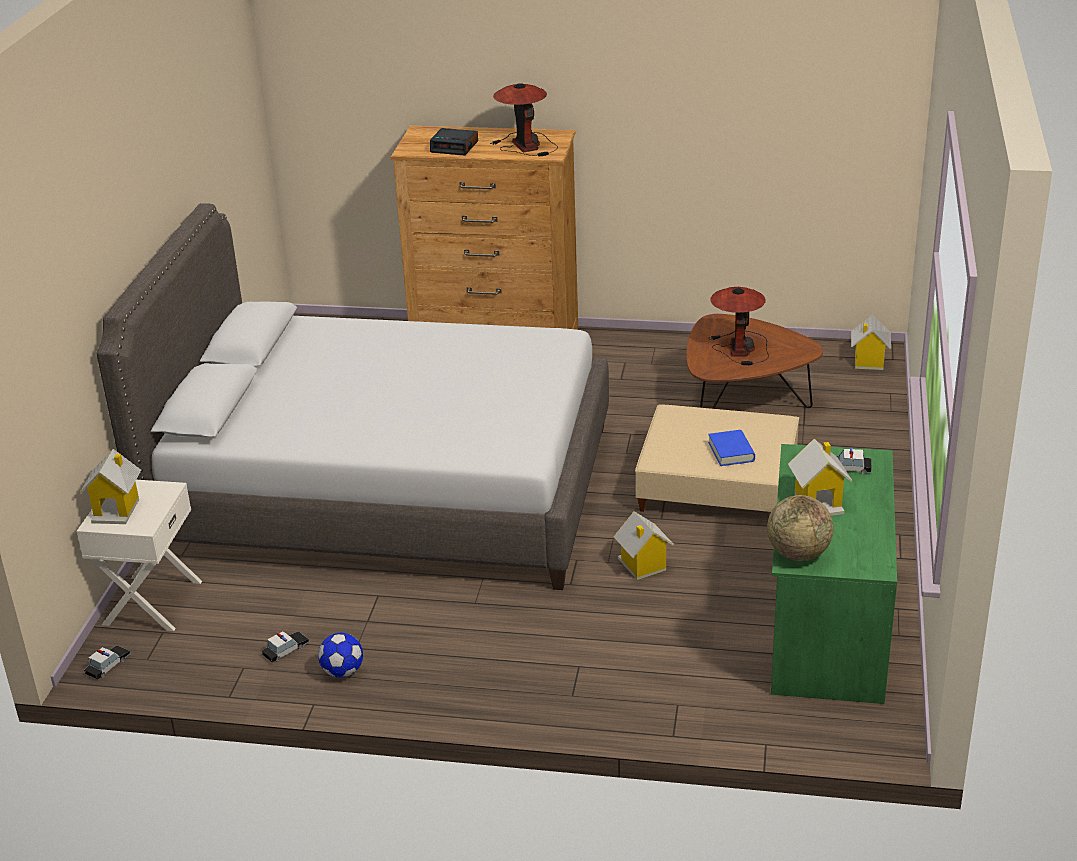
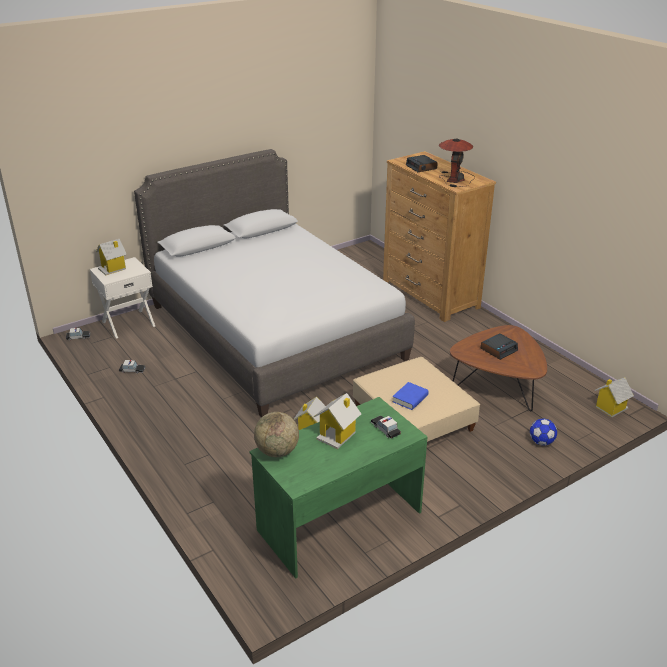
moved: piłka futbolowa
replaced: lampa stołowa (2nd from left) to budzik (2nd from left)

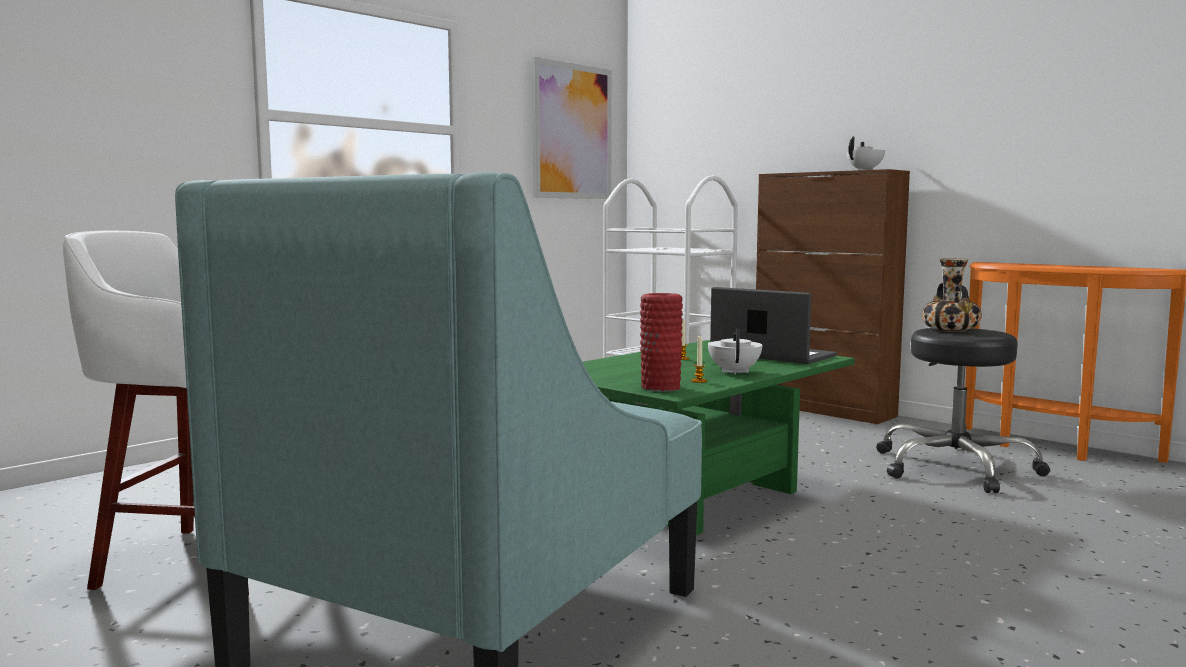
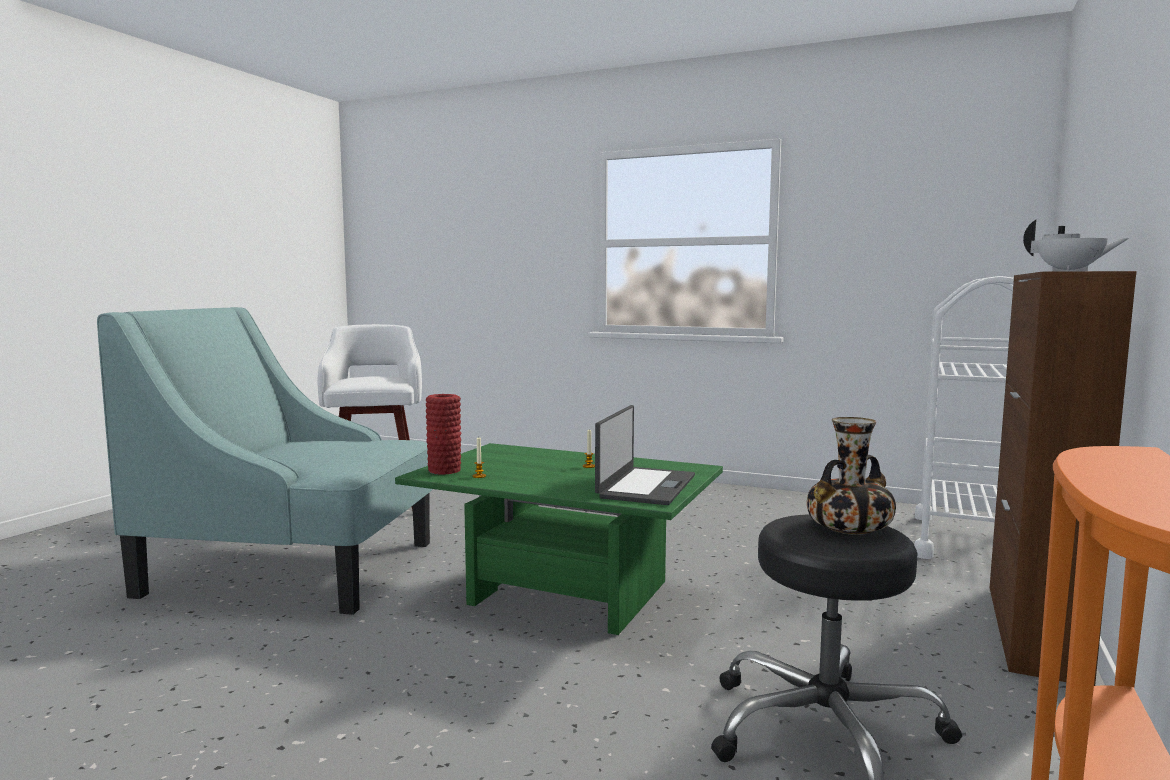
removed: obraz; imbryk [biały] (1st from left)

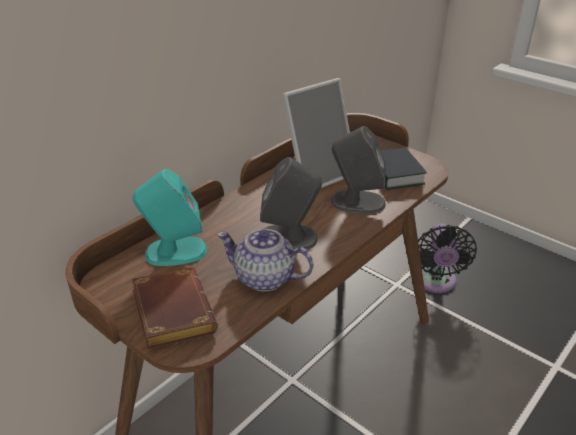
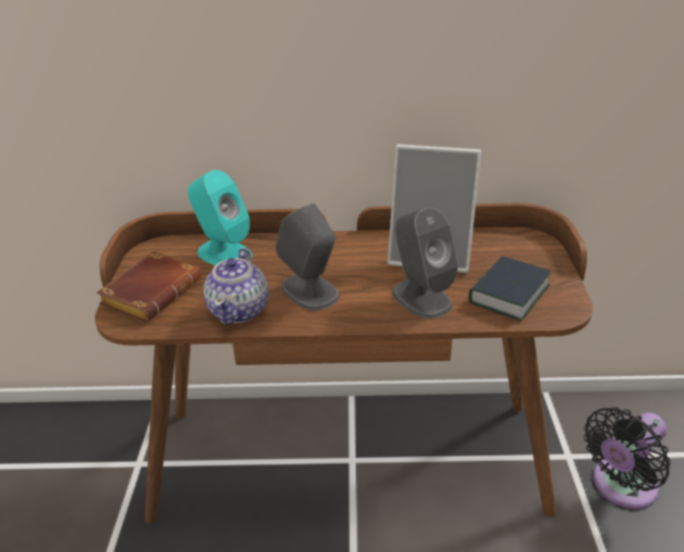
turned: imbryk 150 degrees counterclockwise

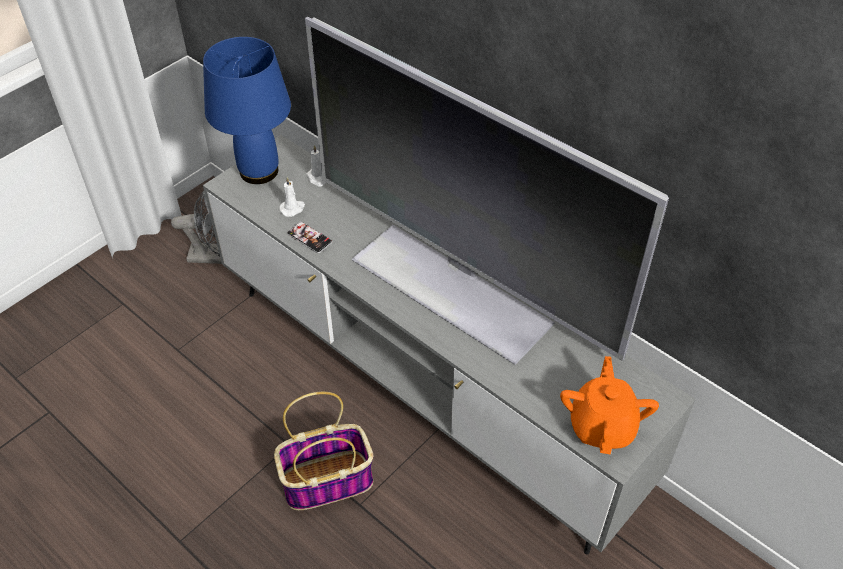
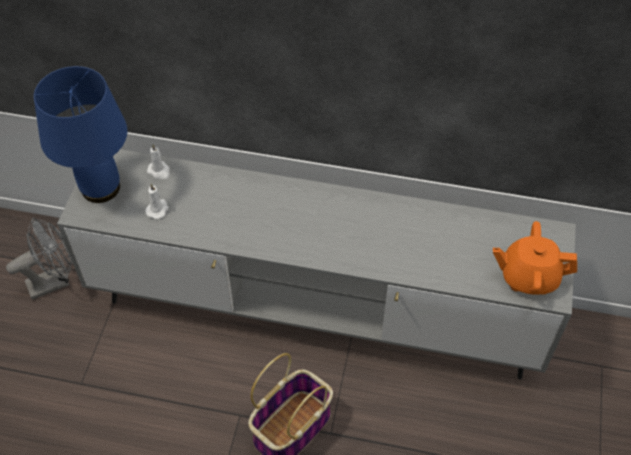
removed: telefon; telewizor
turned: imbryk [pomarańczowy] 60 degrees counterclockwise

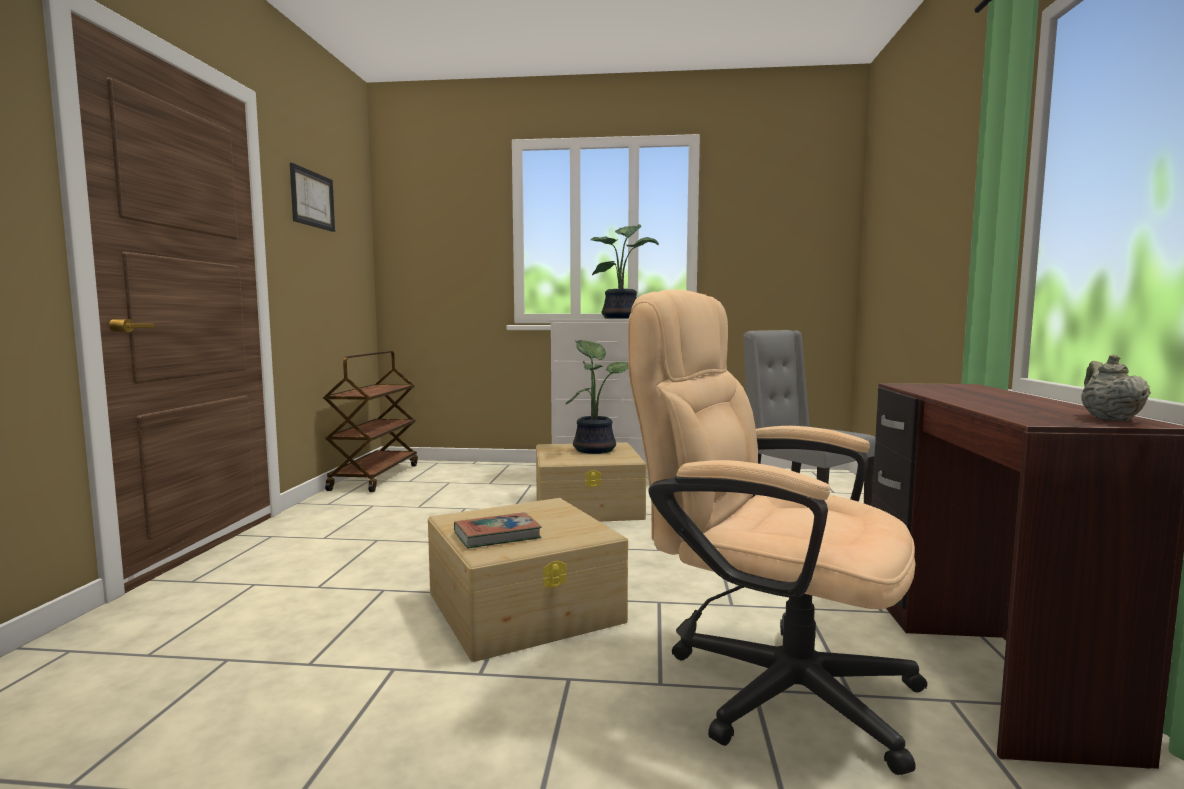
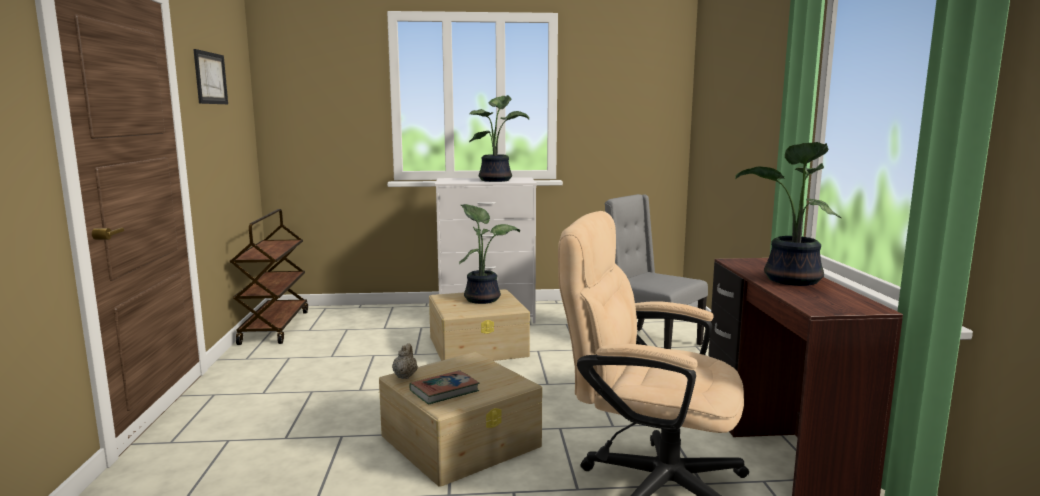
added: roślina doniczkowa (3rd from left)
moved: imbryk [beżowy]

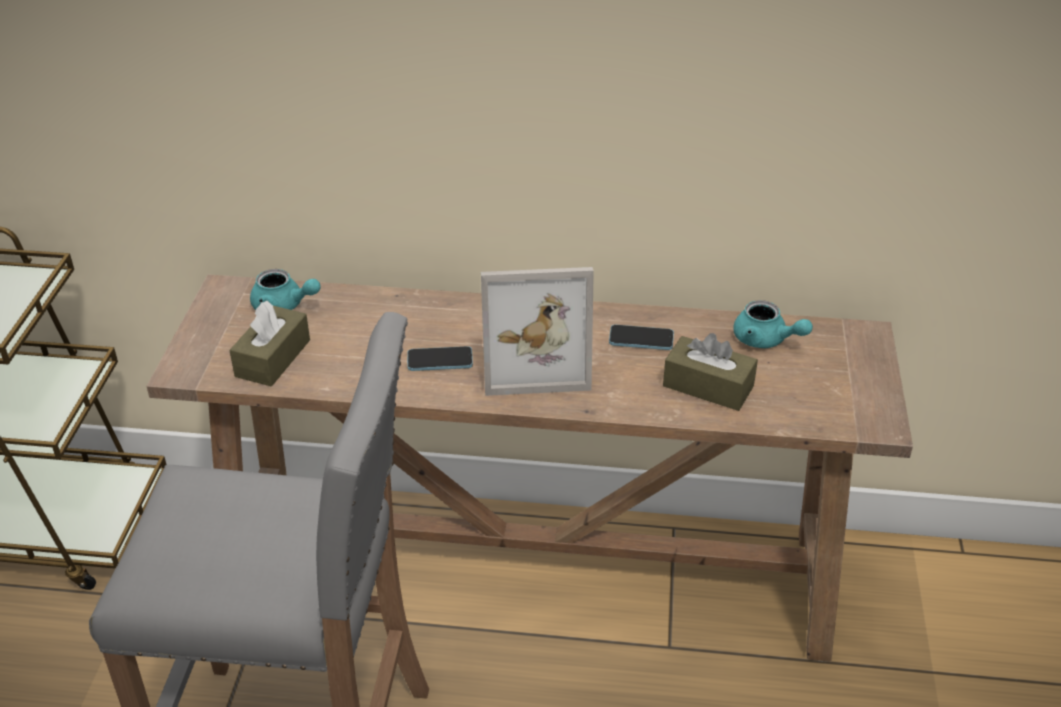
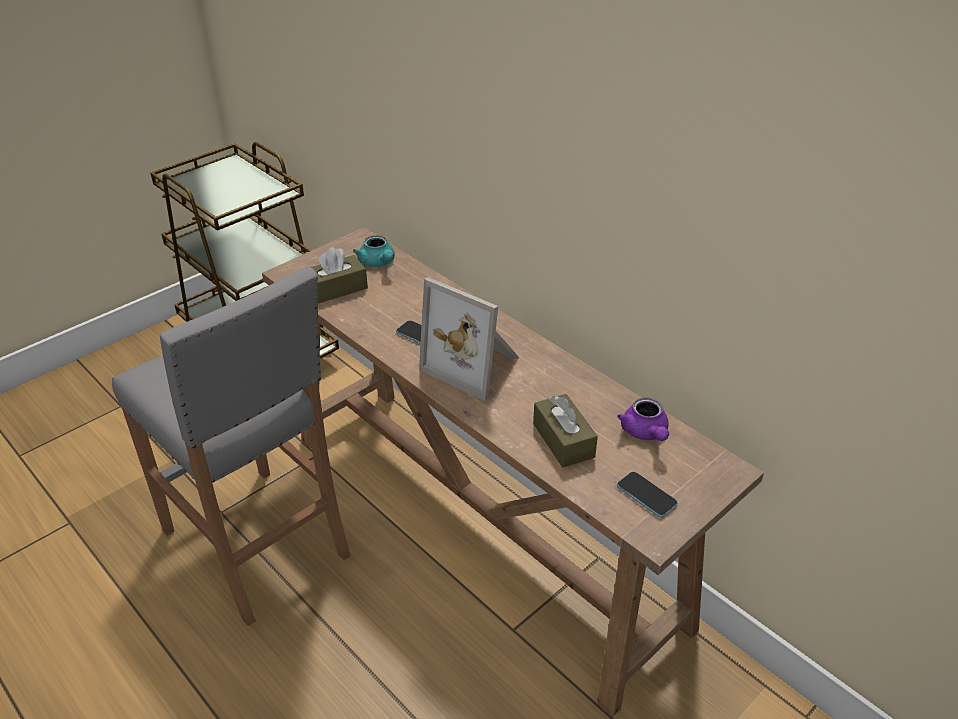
moved: telefon (2nd from left)
recoloured: imbryk [turkusowy] (2nd from left) to imbryk [fioletowy]

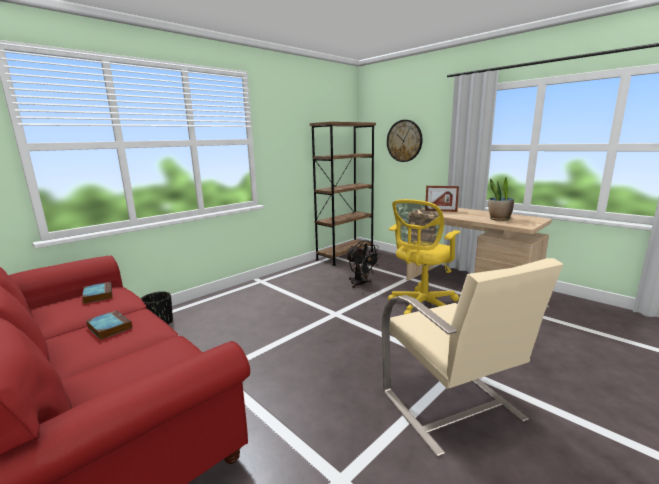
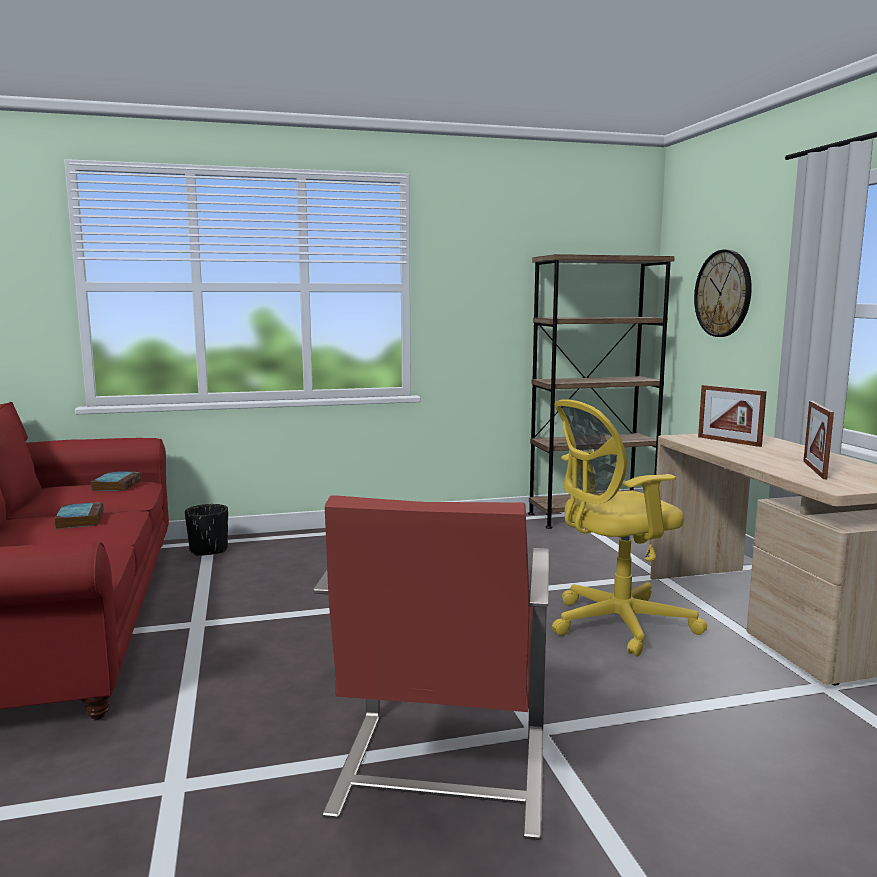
removed: wentylator [czarny]
replaced: roślina doniczkowa to ramka na zdjęcie (2nd from left)
recoloured: fotel [beżowy] to fotel [czerwony]

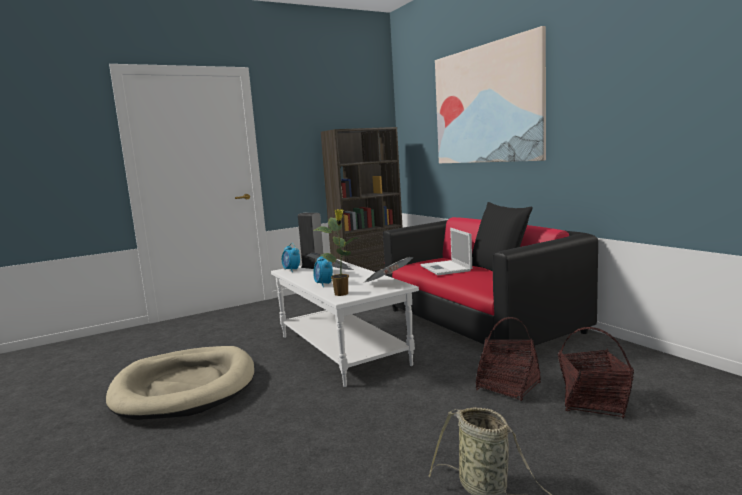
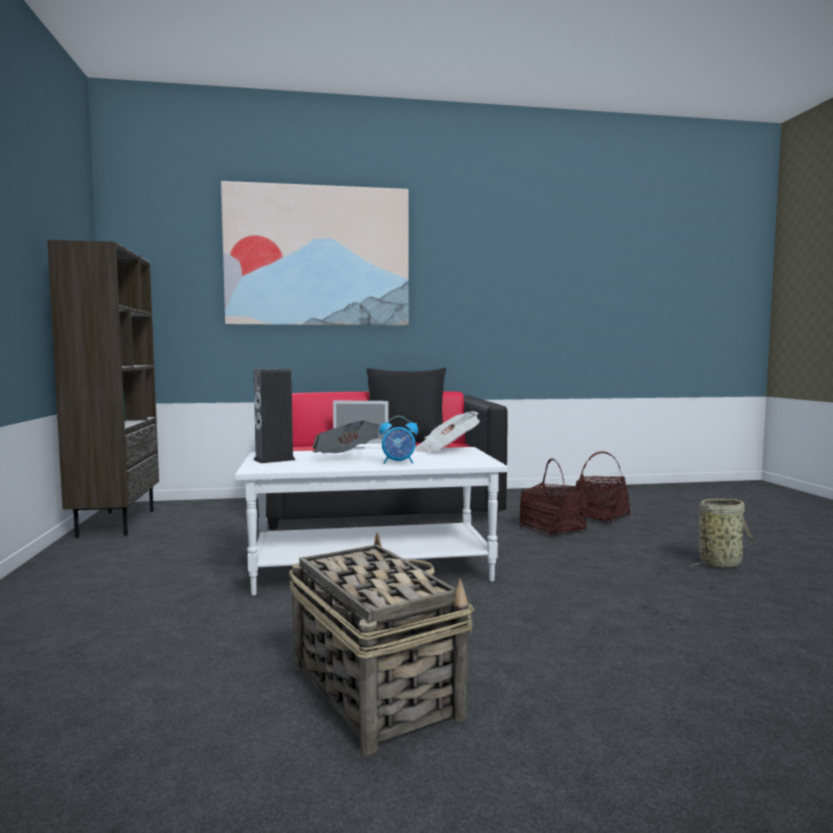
removed: budzik (1st from left); roślina doniczkowa
replaced: legowisko [beżowy] to koszyk (1st from left)

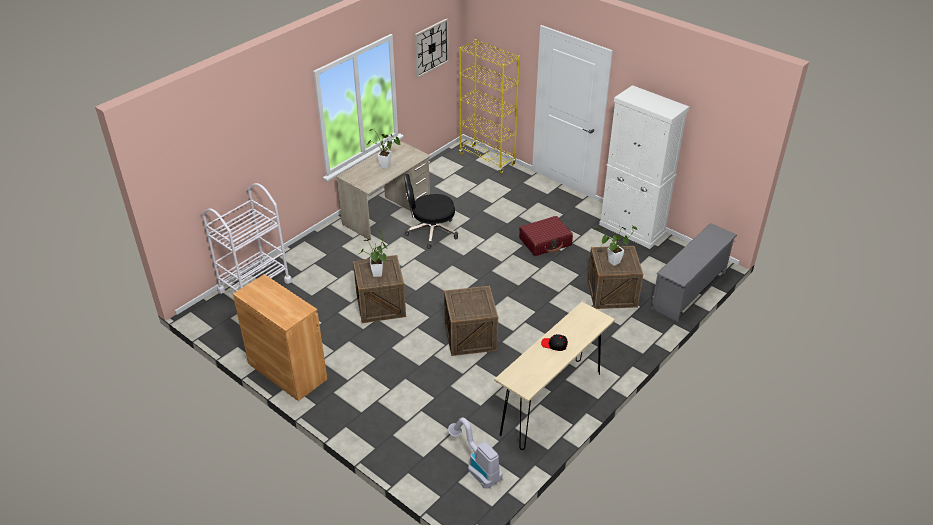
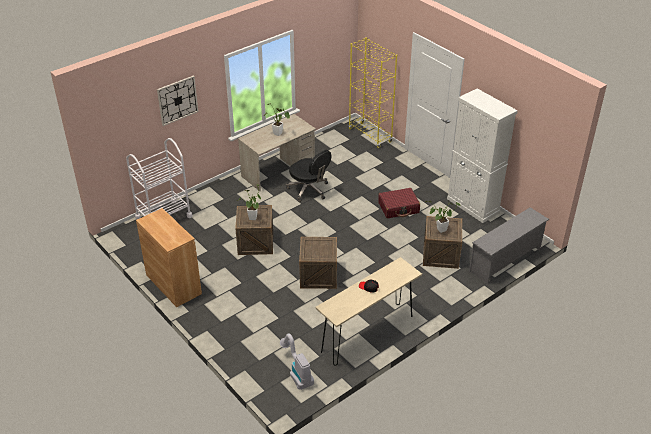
moved: zegar ścienny
turned: krzesło biurowe [czarny] 135 degrees counterclockwise

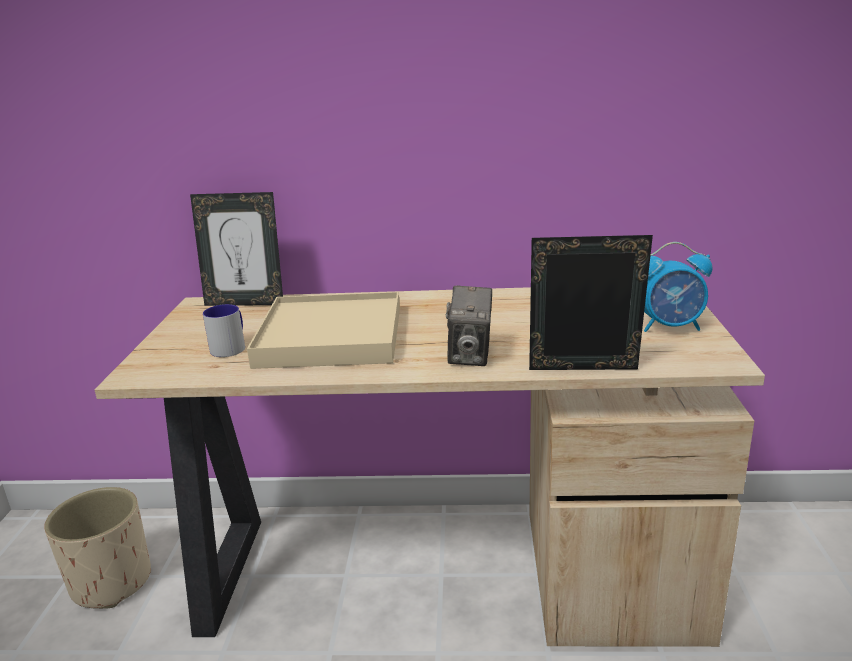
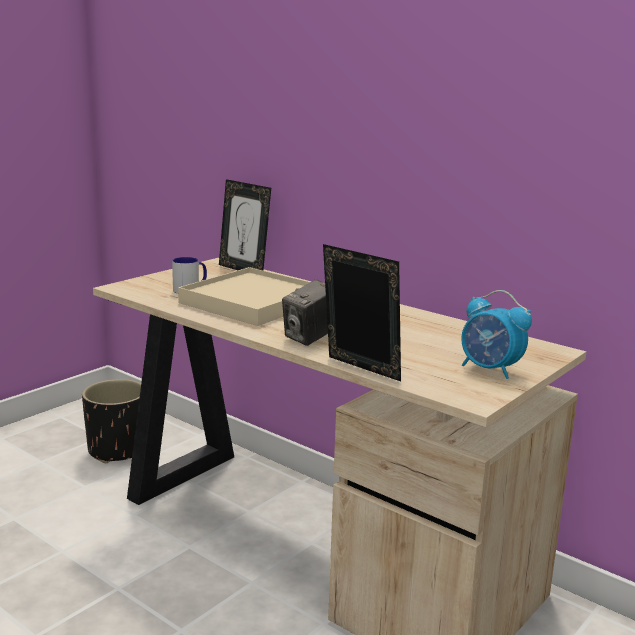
recoloured: donica [beżowy] to donica [czarny]

